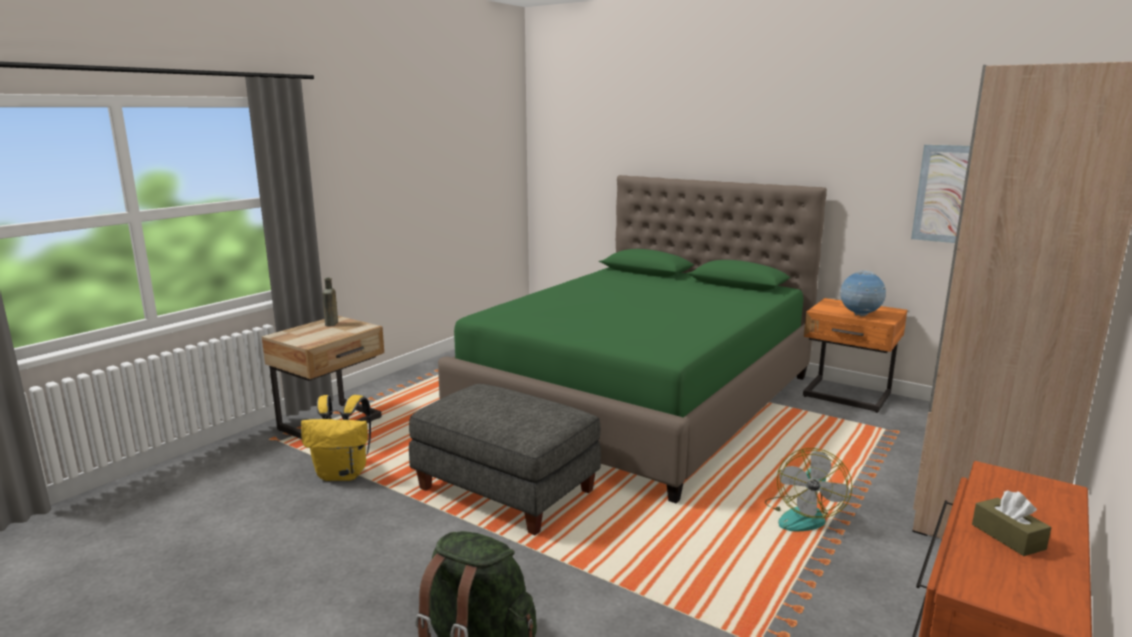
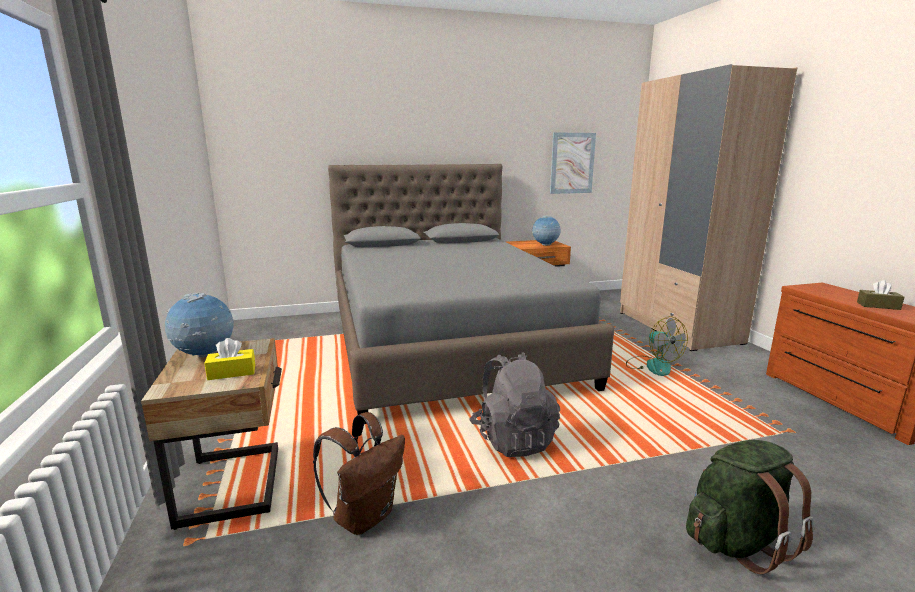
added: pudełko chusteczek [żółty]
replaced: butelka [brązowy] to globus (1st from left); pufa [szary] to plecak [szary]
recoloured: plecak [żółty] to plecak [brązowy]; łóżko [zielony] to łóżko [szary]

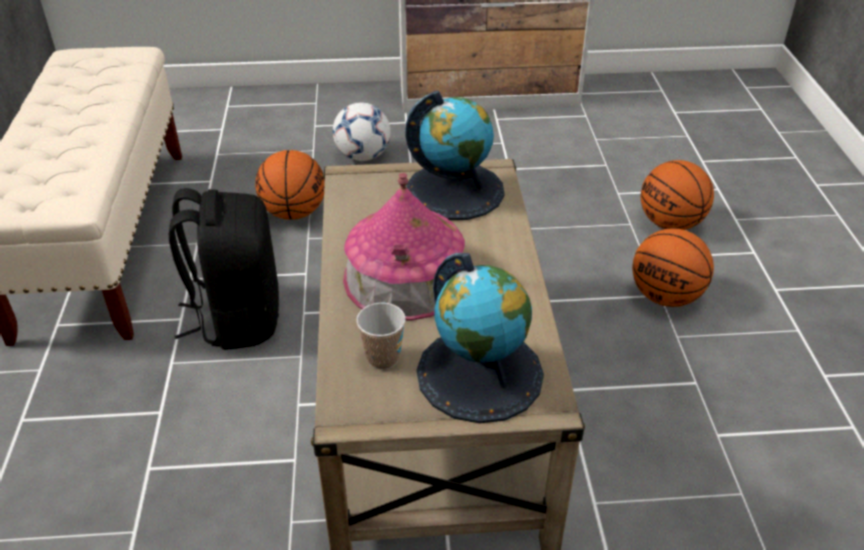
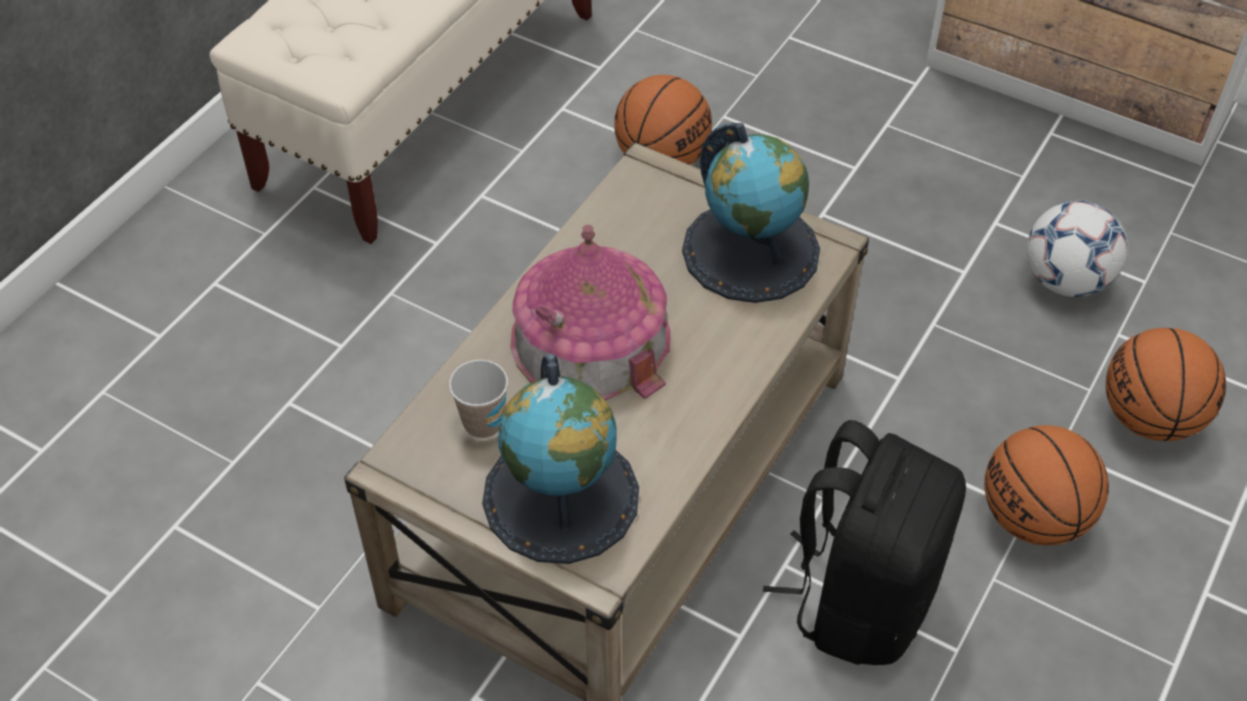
moved: plecak [czarny]; piłka futbolowa

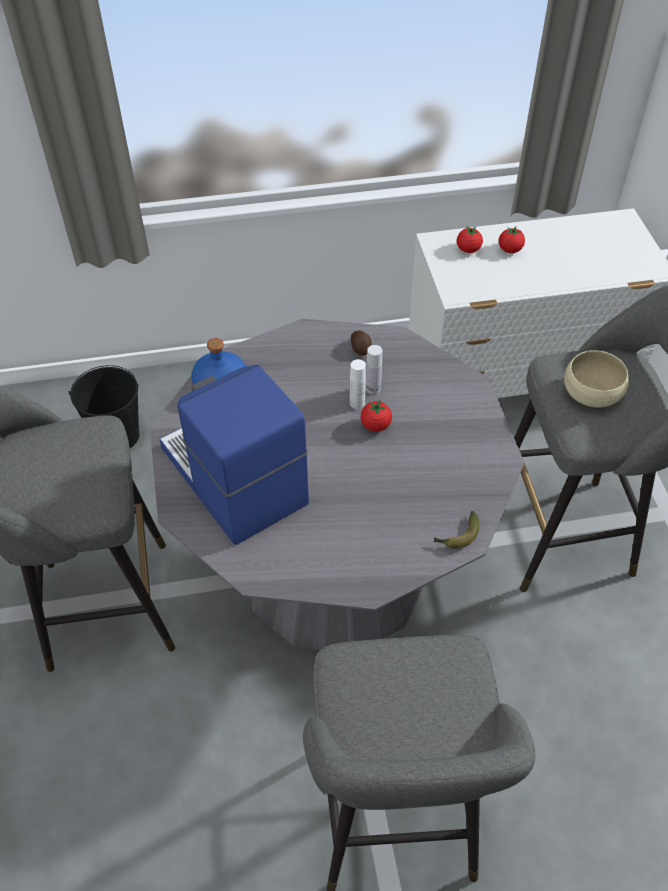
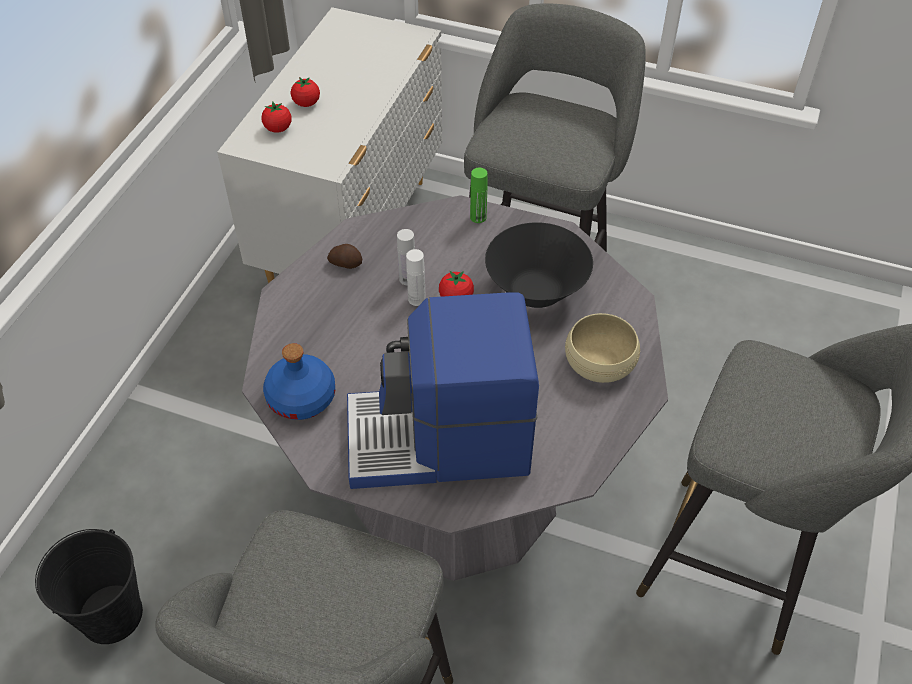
removed: banan
added: butelka [zielony]; miska [czarny]
moved: miska [beżowy]

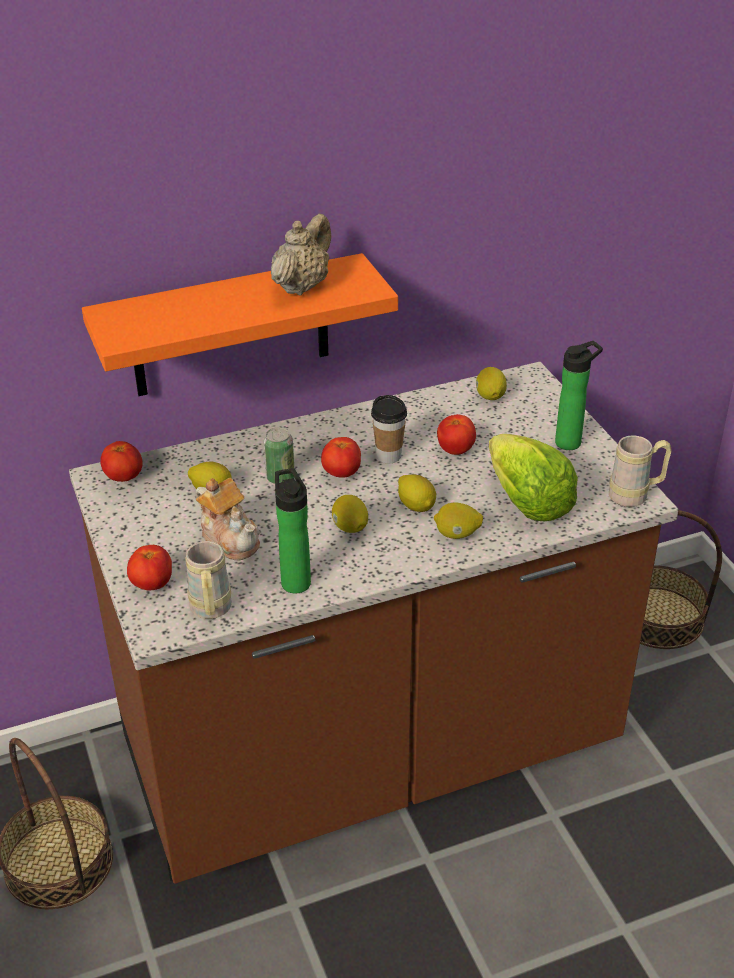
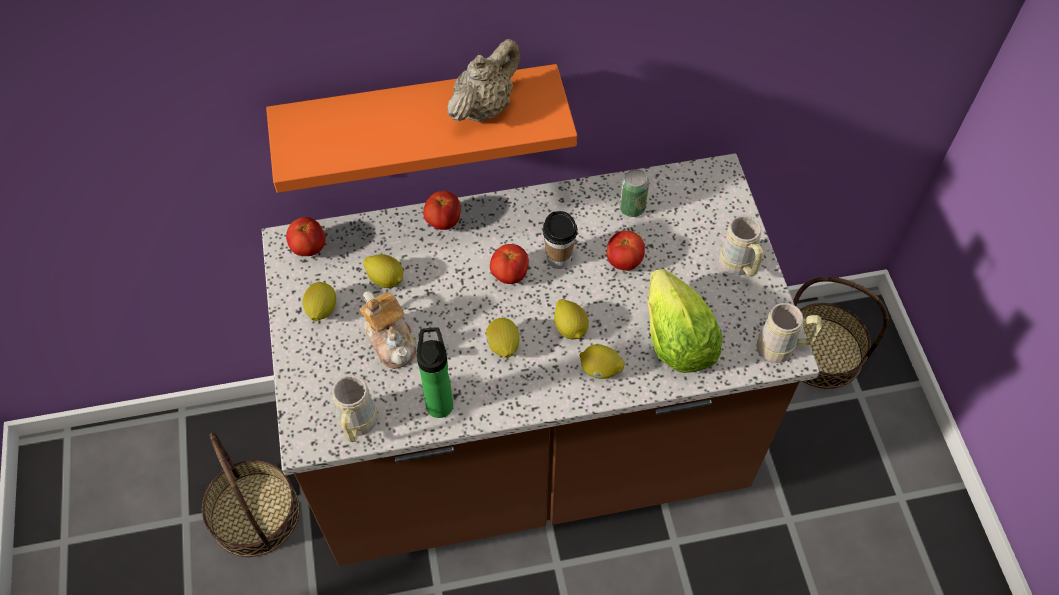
moved: cytryna (5th from left in the first image) to cytryna (1st from left); pomidor (2nd from left); puszka
replaced: butelka (2nd from left) to kubek [beżowy] (2nd from left)

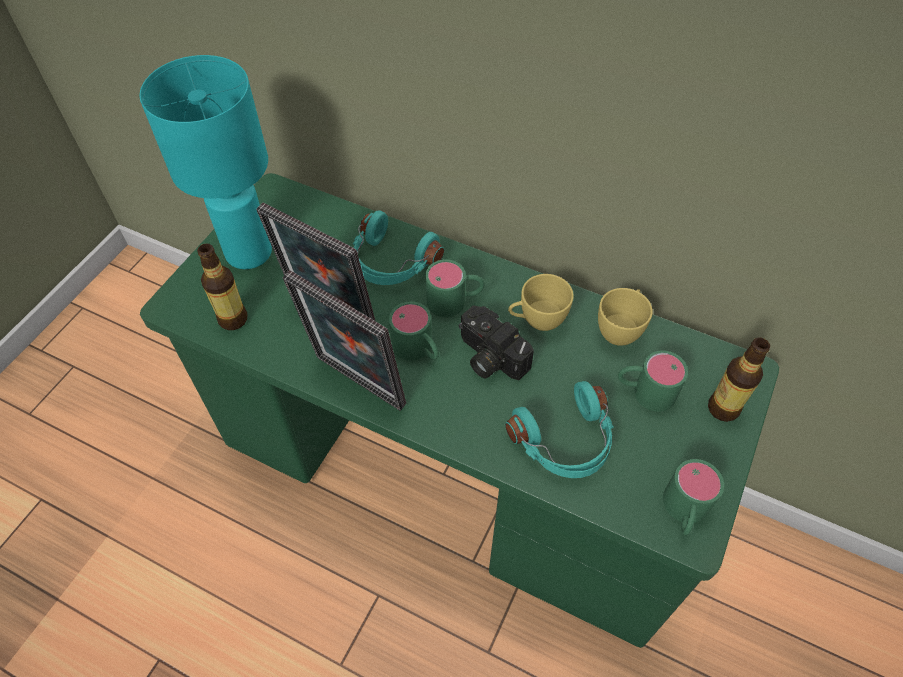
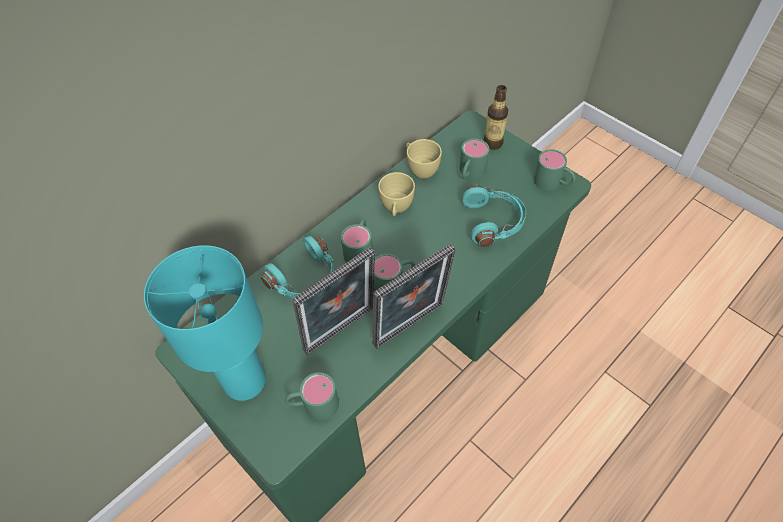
removed: aparat fotograficzny
replaced: butelka (1st from left) to kubek [zielony] (1st from left)

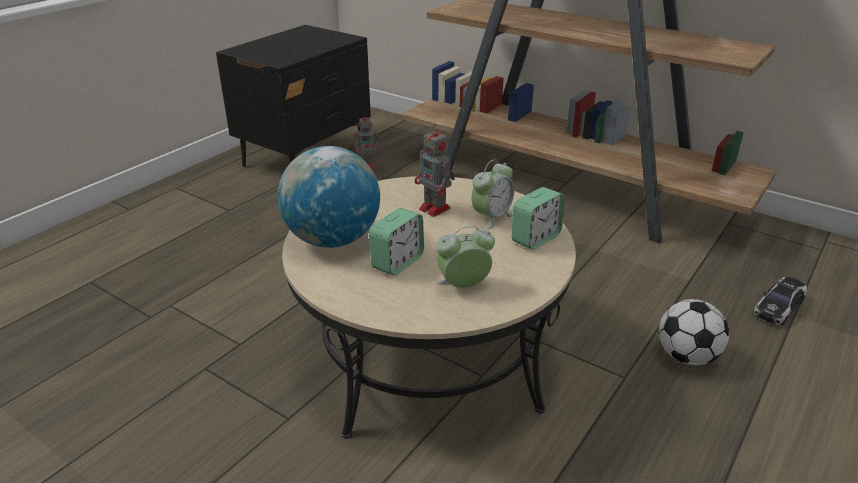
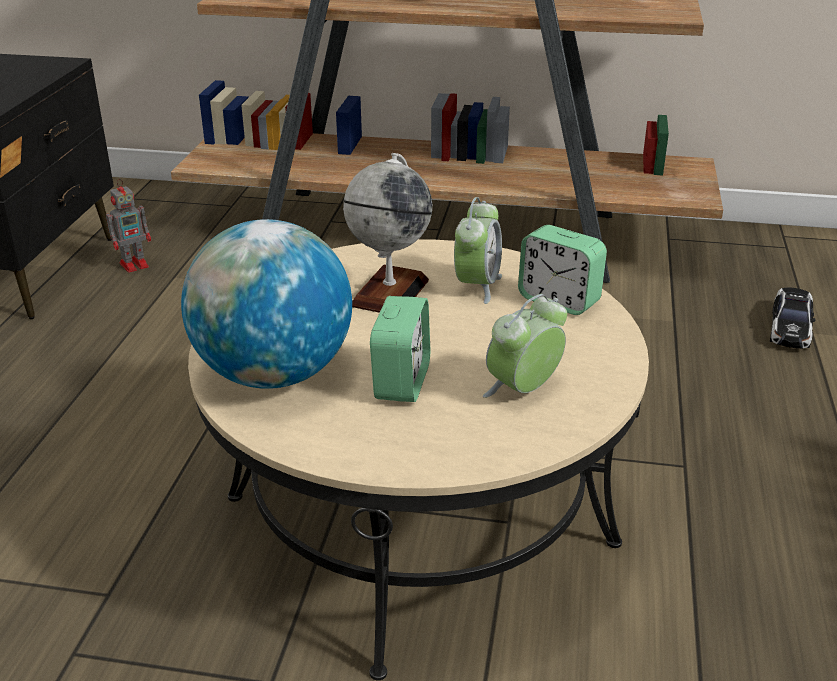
removed: piłka futbolowa
replaced: robot zabawkowy (2nd from left) to globus (2nd from left)
turned: budzik (4th from left) 105 degrees clockwise

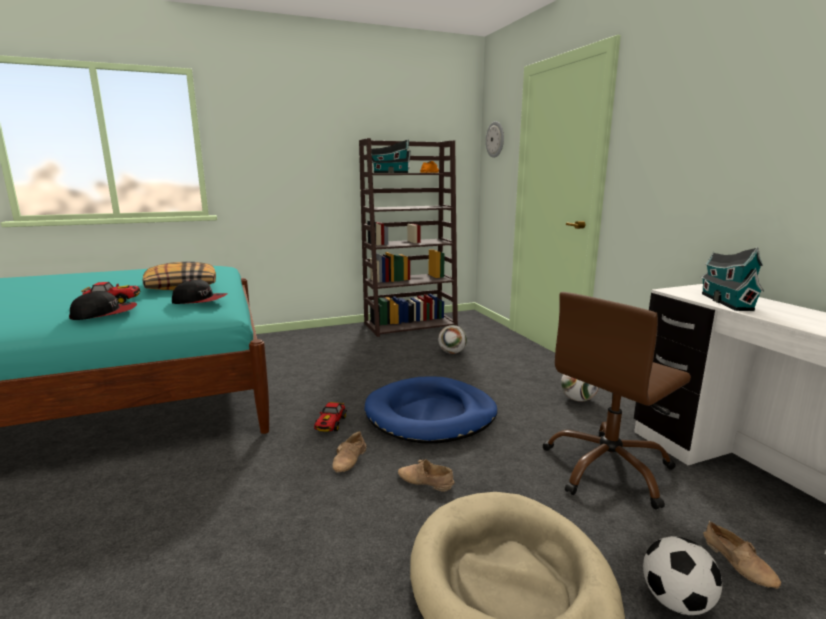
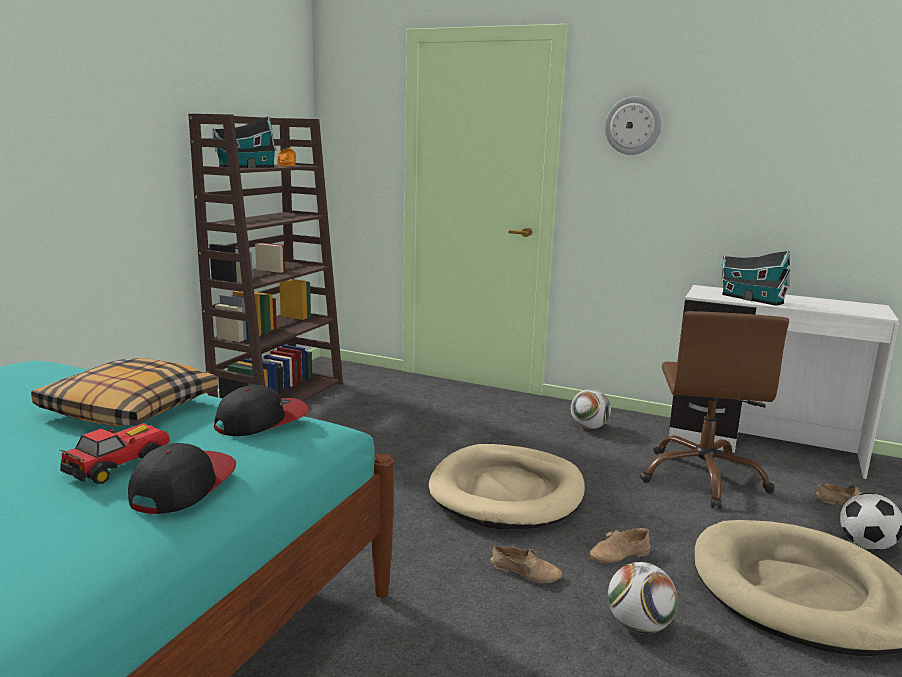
removed: samochodzik (2nd from left)
moved: zegar ścienny; piłka futbolowa (1st from left in the first image) to piłka futbolowa (2nd from left)
recoloured: legowisko [niebieski] to legowisko [beżowy] (1st from left)
turned: but [beżowy] (1st from left) 45 degrees counterclockwise

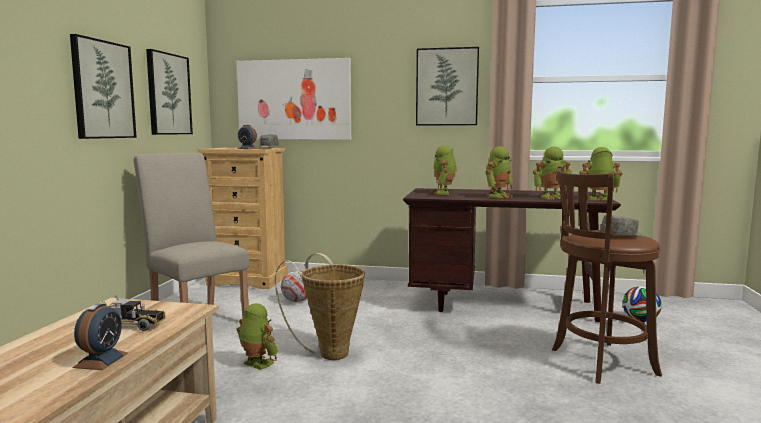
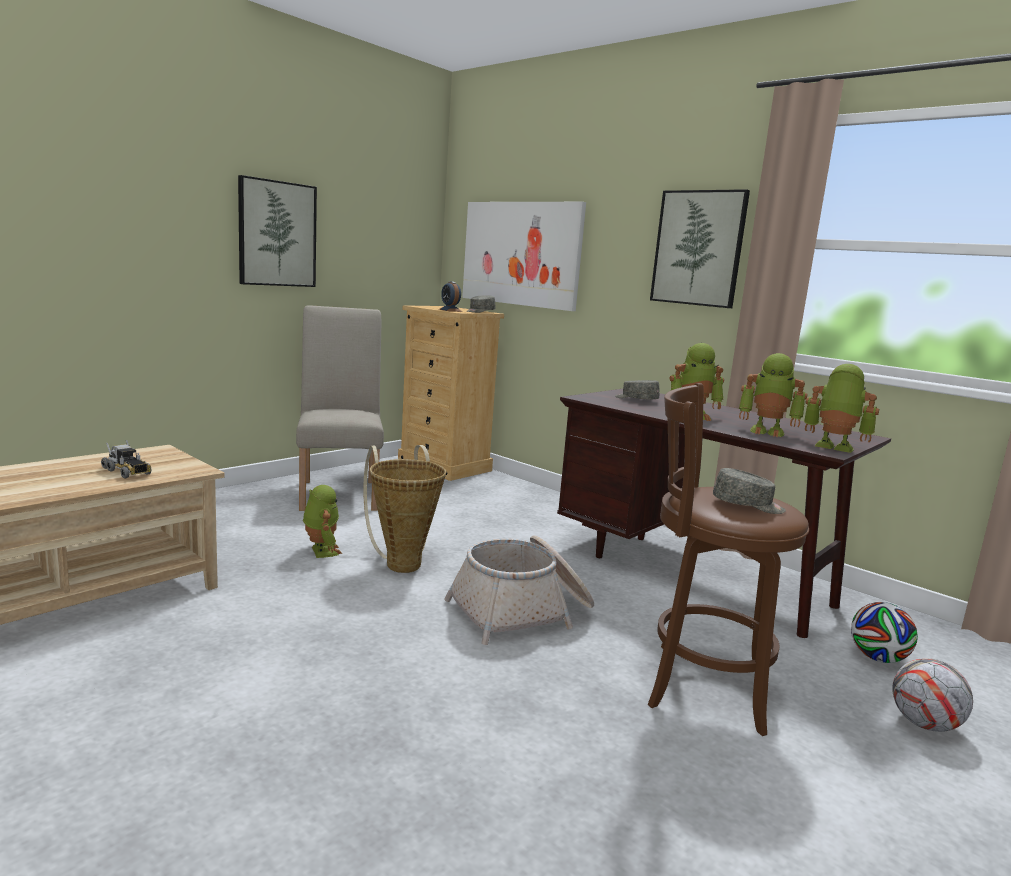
removed: budzik (1st from left); obraz (2nd from left)
added: koszyk (2nd from left)
moved: piłka futbolowa (1st from left in the first image) to piłka futbolowa (2nd from left)
replaced: robot zabawkowy (2nd from left) to czapka z daszkiem [szary] (2nd from left)

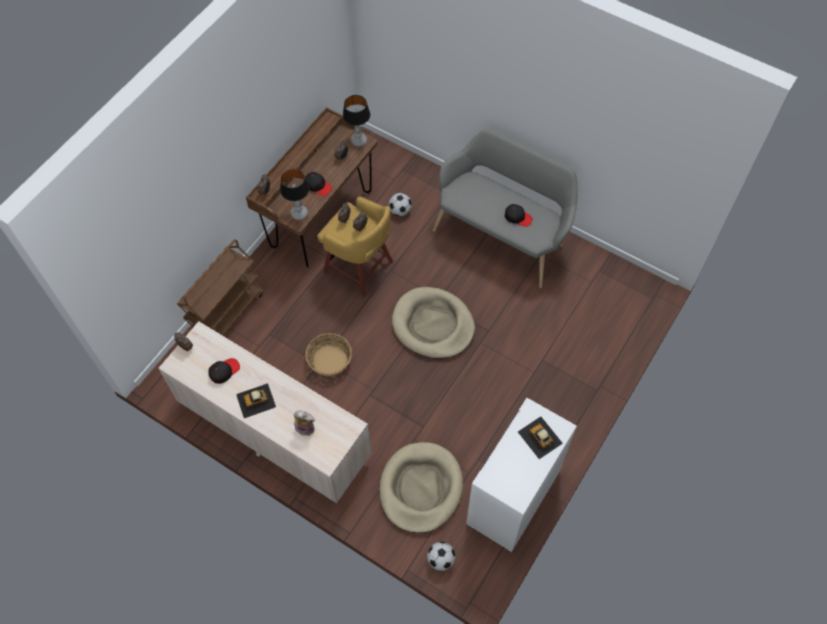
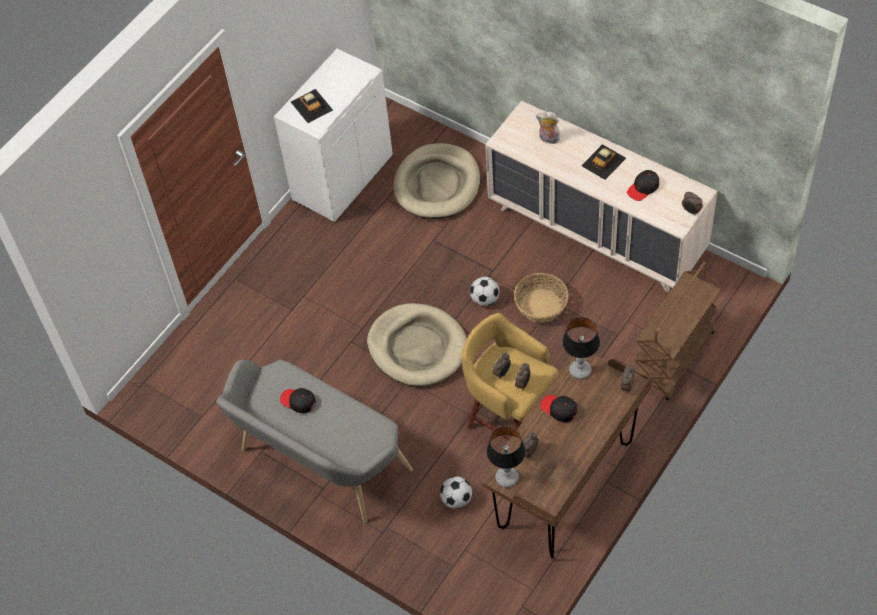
moved: piłka futbolowa (2nd from left)
turned: samochodzik (1st from left in the first image) 150 degrees clockwise

